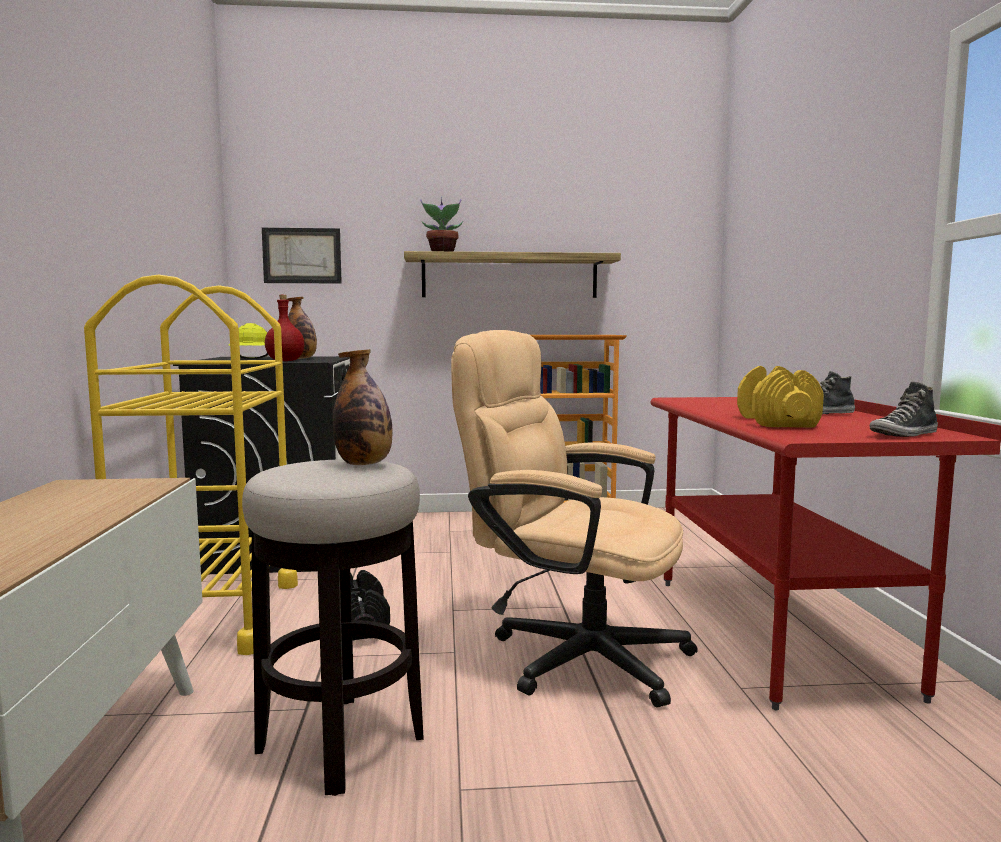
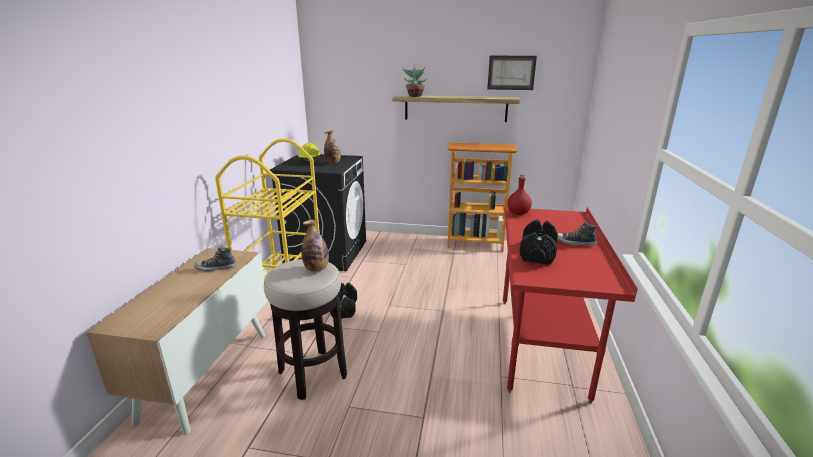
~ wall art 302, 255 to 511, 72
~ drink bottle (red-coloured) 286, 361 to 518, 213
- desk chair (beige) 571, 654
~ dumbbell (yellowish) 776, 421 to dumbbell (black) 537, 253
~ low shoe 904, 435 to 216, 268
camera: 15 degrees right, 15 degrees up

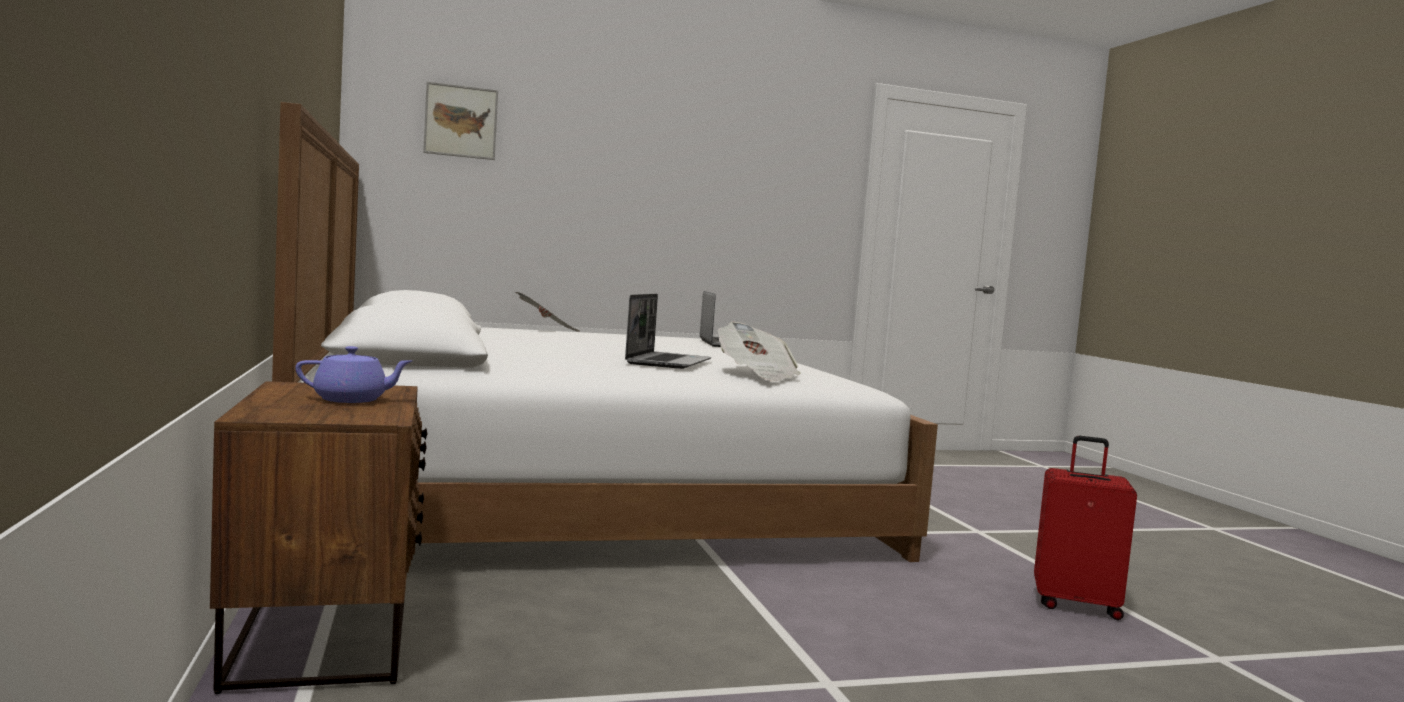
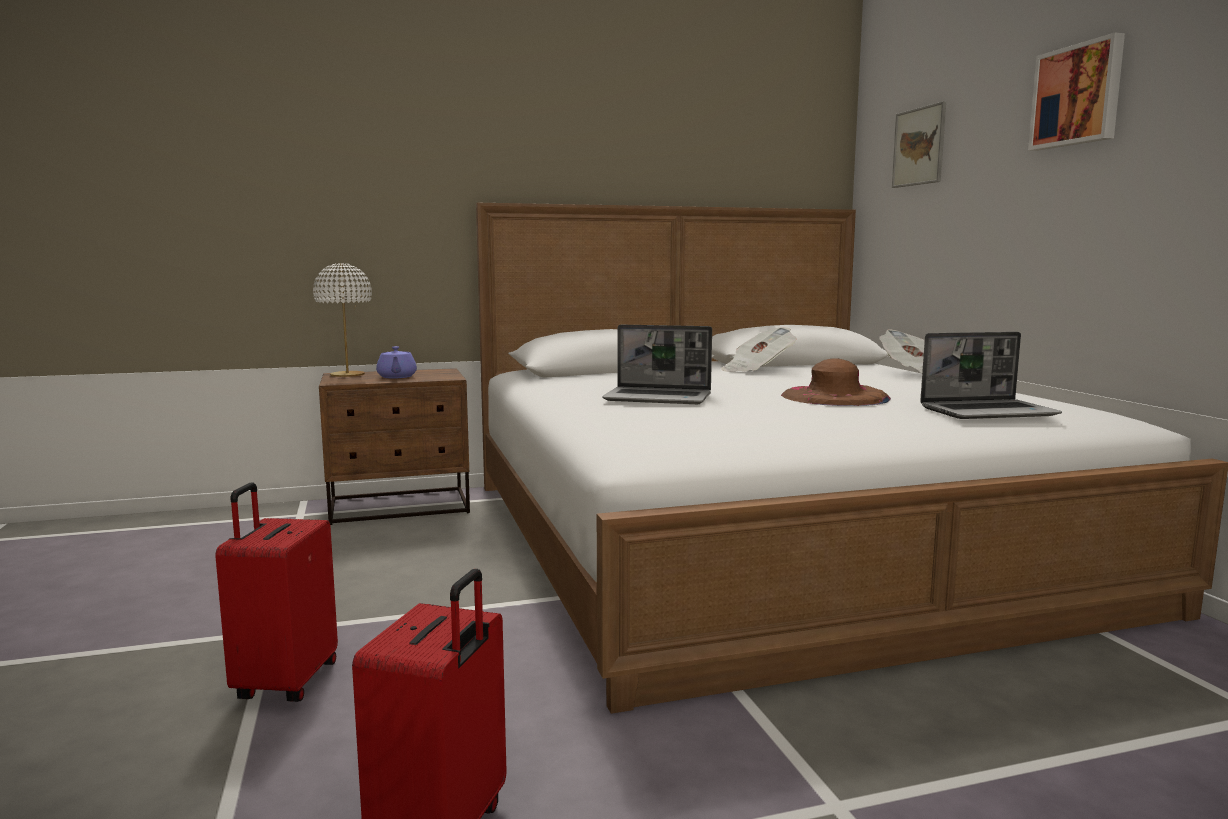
~ newspaper 757, 375 to 757, 370
+ suitcase (red-coloured) 284, 682
+ tabletop lamp (white) 347, 375
+ hat (brown) 834, 396
+ wall art 1078, 95
camera: 90 degrees right, 5 degrees up

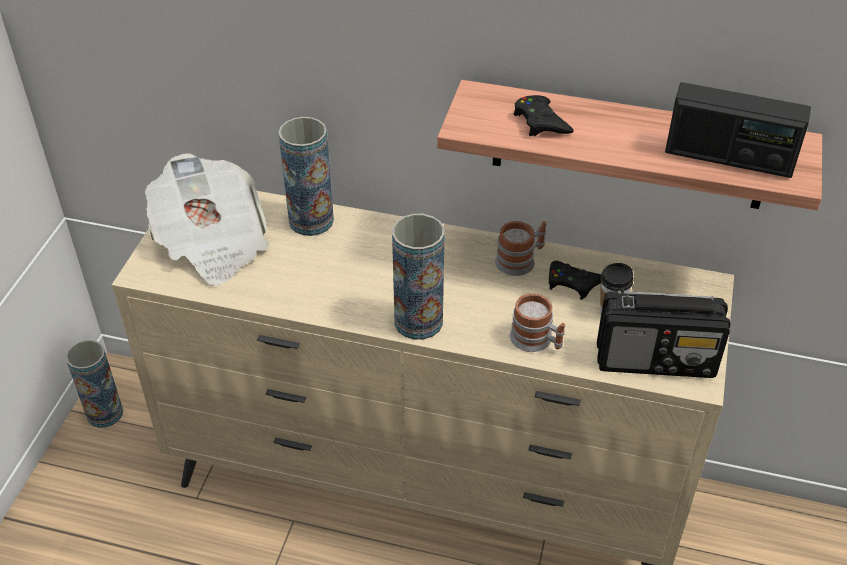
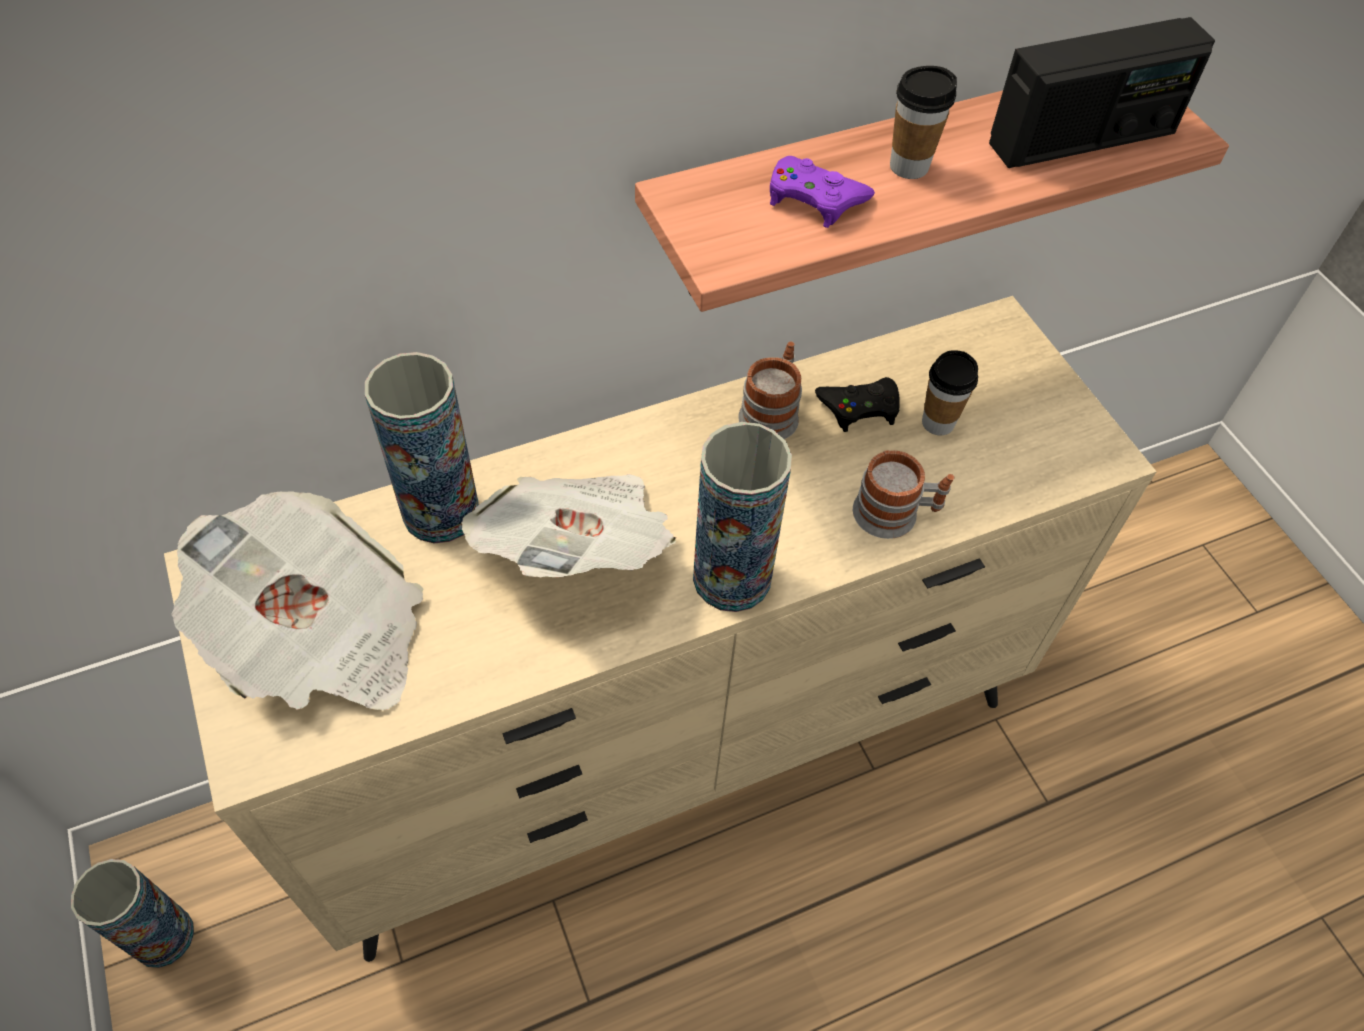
~ gamepad (black) 541, 122 to gamepad (purplish) 814, 198
- radio receiver 656, 360
+ newspaper 579, 550
+ drinking cup 909, 166
camera: 40 degrees left, 10 degrees up

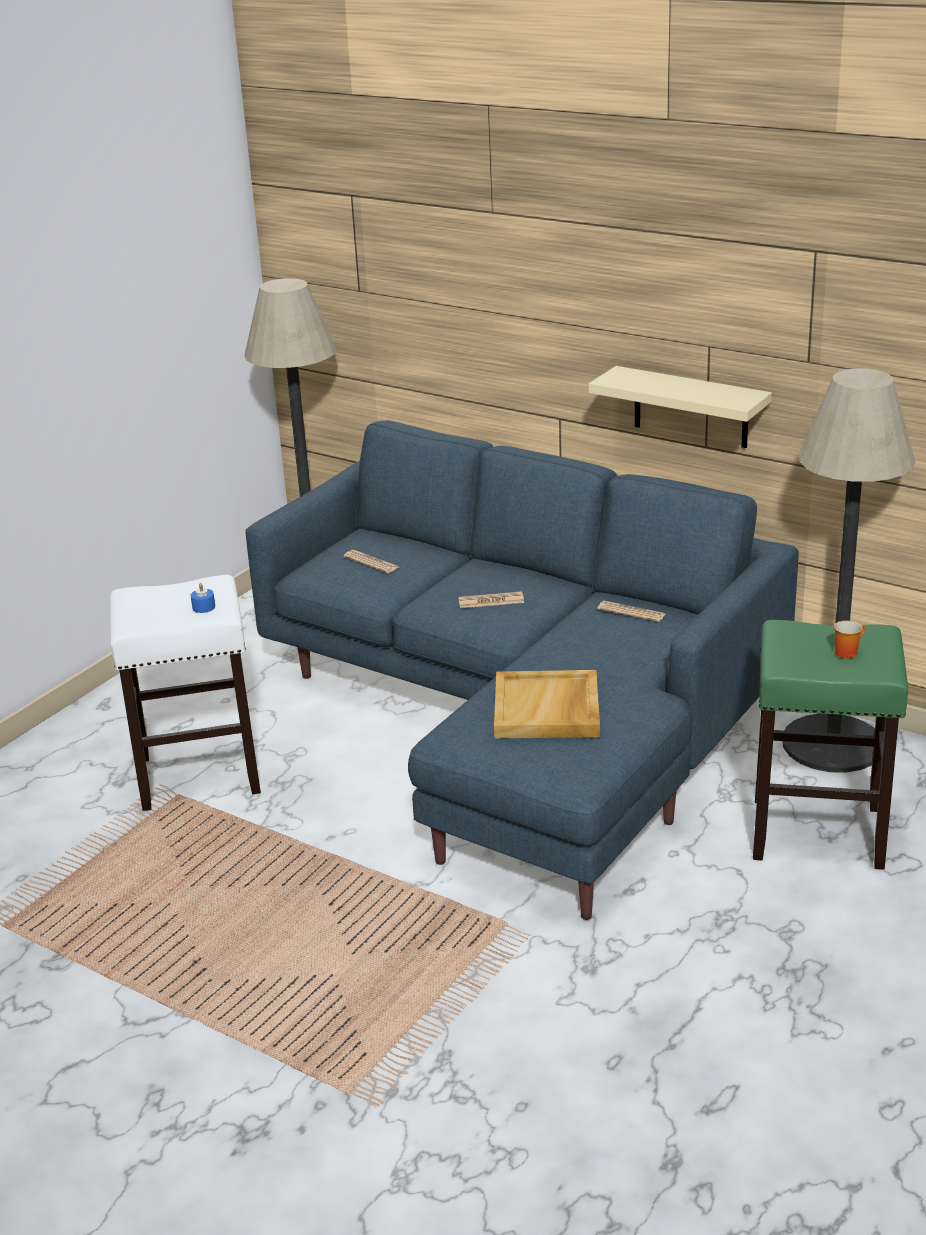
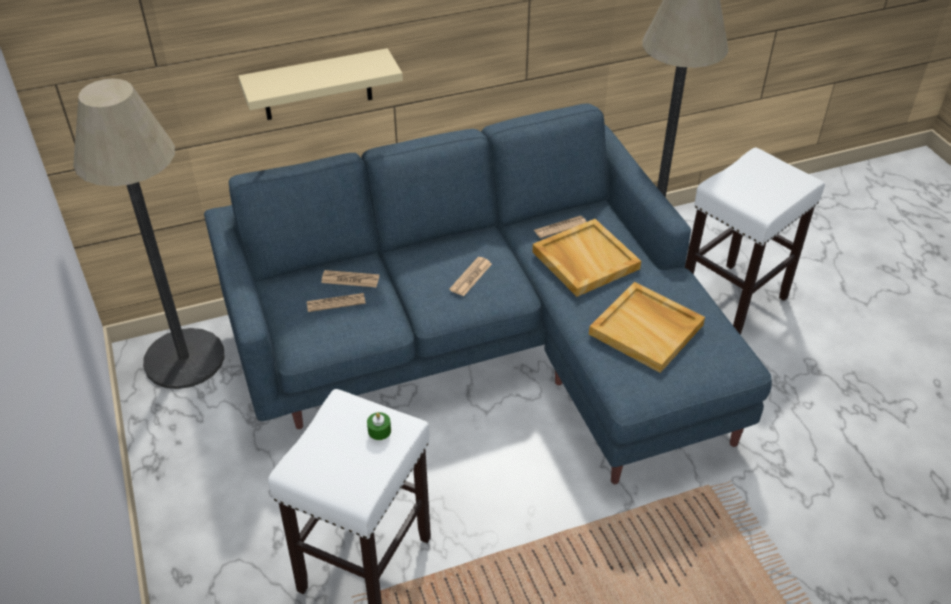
~ candle (blue) 203, 607 to candle (greenish) 379, 431
~ shelf (beige) 691, 407 to 317, 85
~ sitting stool (greenish) 819, 832 to sitting stool (white) 733, 299
- mug 846, 651
+ newspaper 350, 279
+ tray (beige) 584, 260
camera: 55 degrees left, 15 degrees up

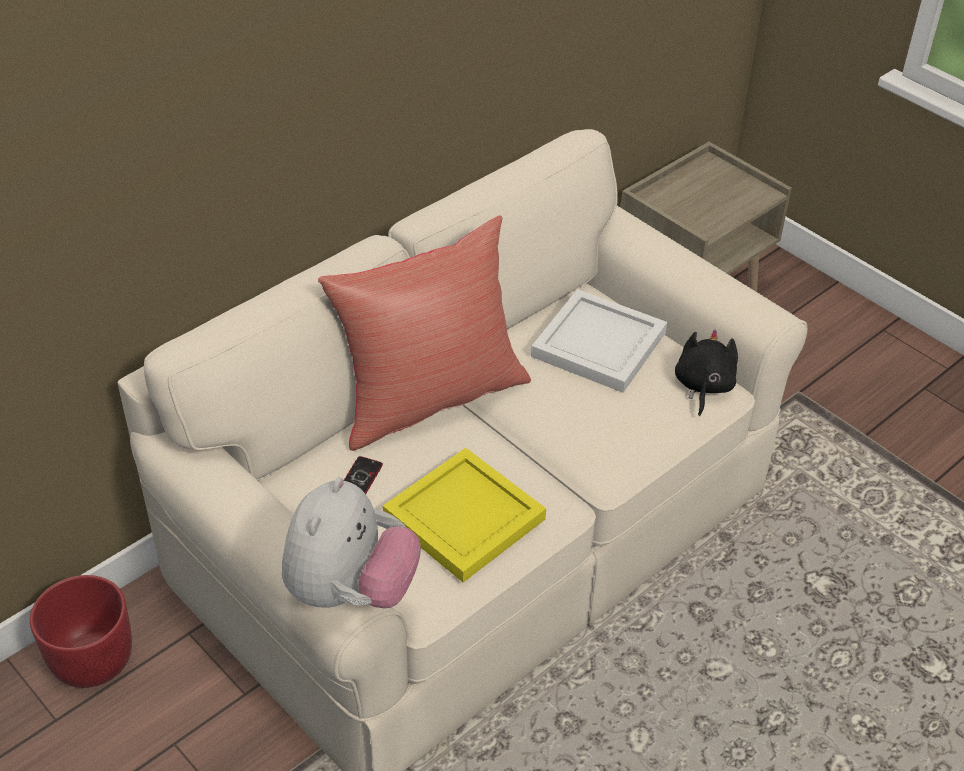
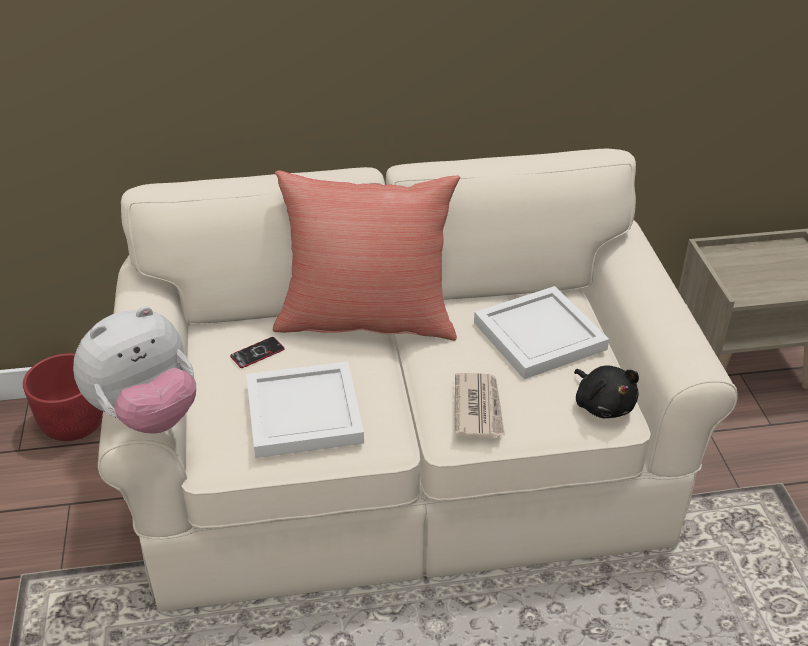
~ tray (yellowish) 464, 516 to tray (white) 305, 411
~ plush toy (black) 703, 386 = 603, 404 105 degrees clockwise
+ newspaper 478, 408
camera: 35 degrees right, 5 degrees down

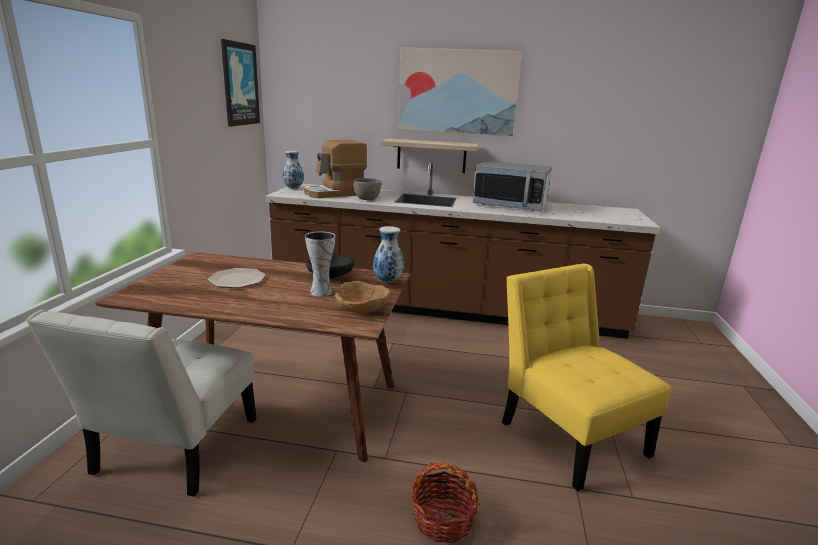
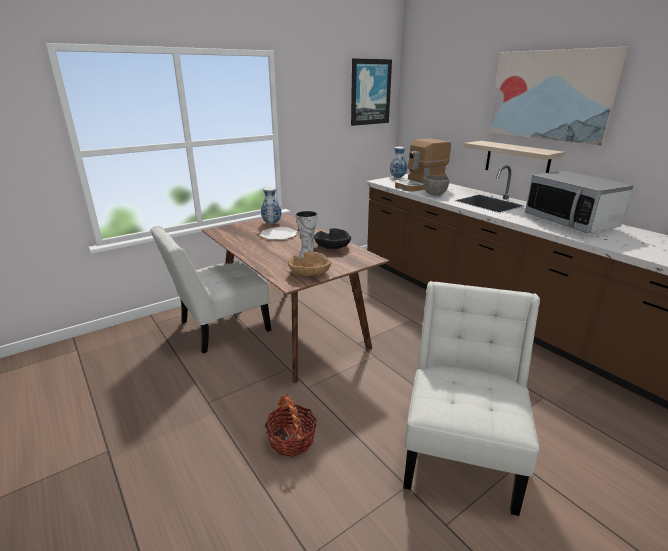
~ coffee brewer 335, 193 = 420, 186 45 degrees counterclockwise
~ flower vase 387, 281 to 271, 223
~ chair (yellowish) 568, 433 to chair (white) 461, 450
camera: 45 degrees right, 5 degrees up

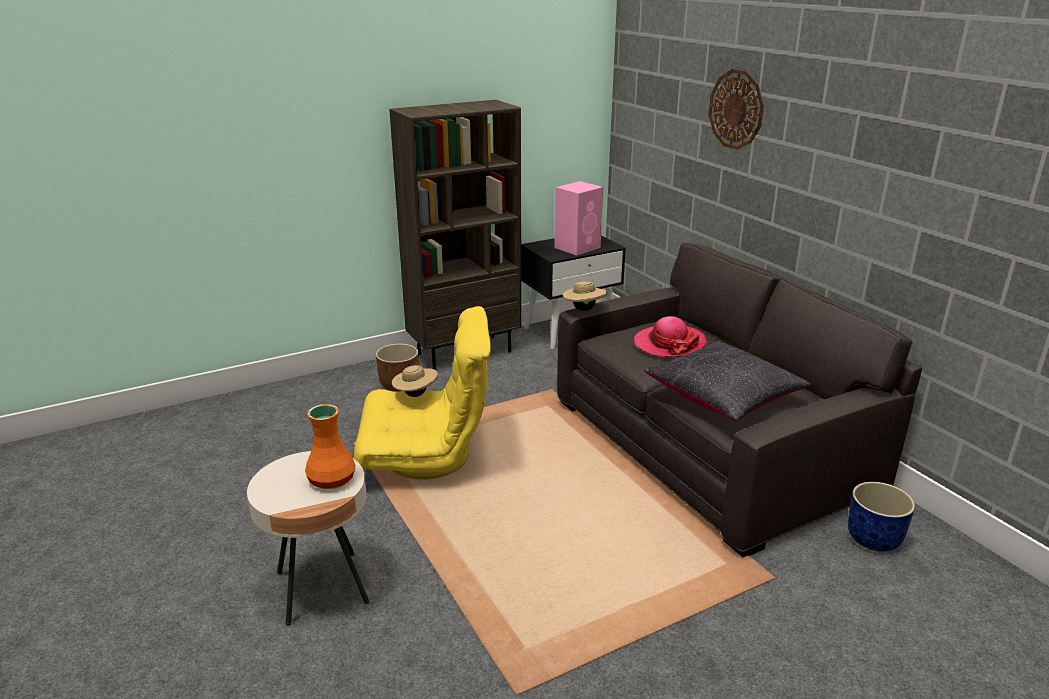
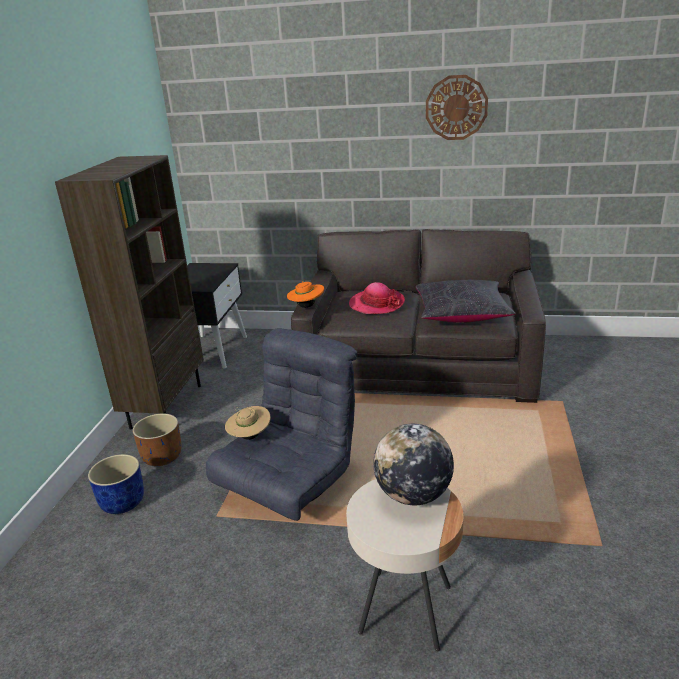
~ flower vase (orange-coloured) 331, 479 to world globe 413, 495
~ easy chair (yellowish) 427, 458 to easy chair (grey) 291, 483
- audio speaker (pink-coloured) 578, 247
~ hat (beige) 584, 309 to hat (orange-coloured) 306, 306
~ wall clock 736, 109 to 456, 107
~ planter (blue) 873, 538 to 122, 502
camera: 50 degrees left, 0 degrees up

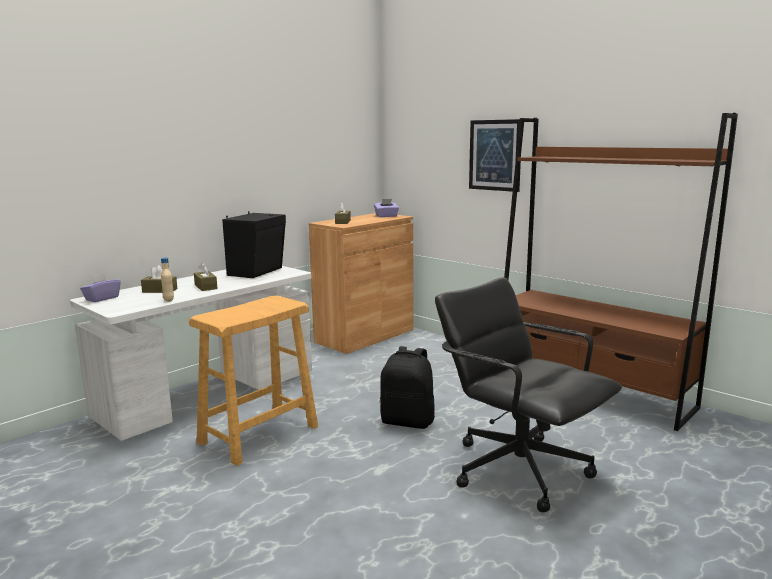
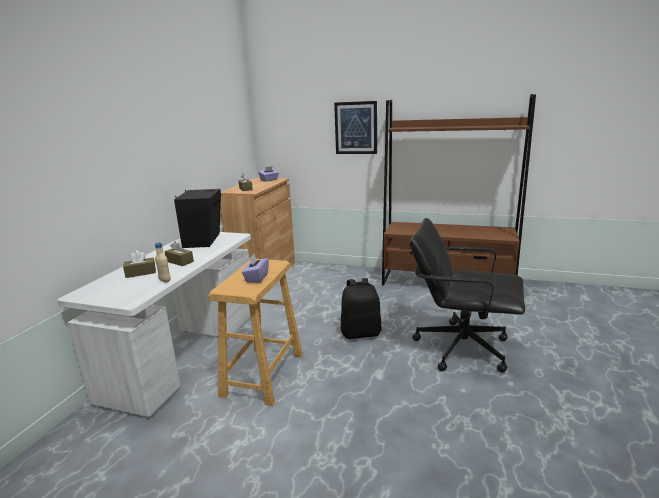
~ tissue holder (purplish) 102, 298 to 256, 278
camera: 25 degrees left, 5 degrees up

